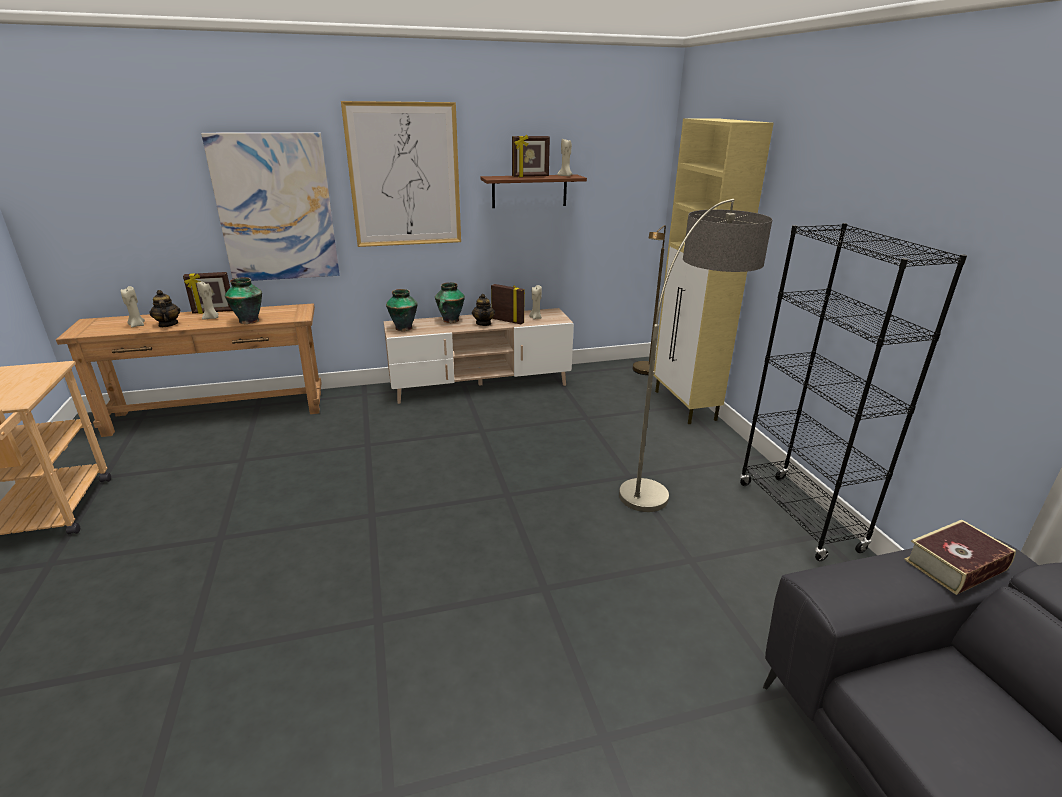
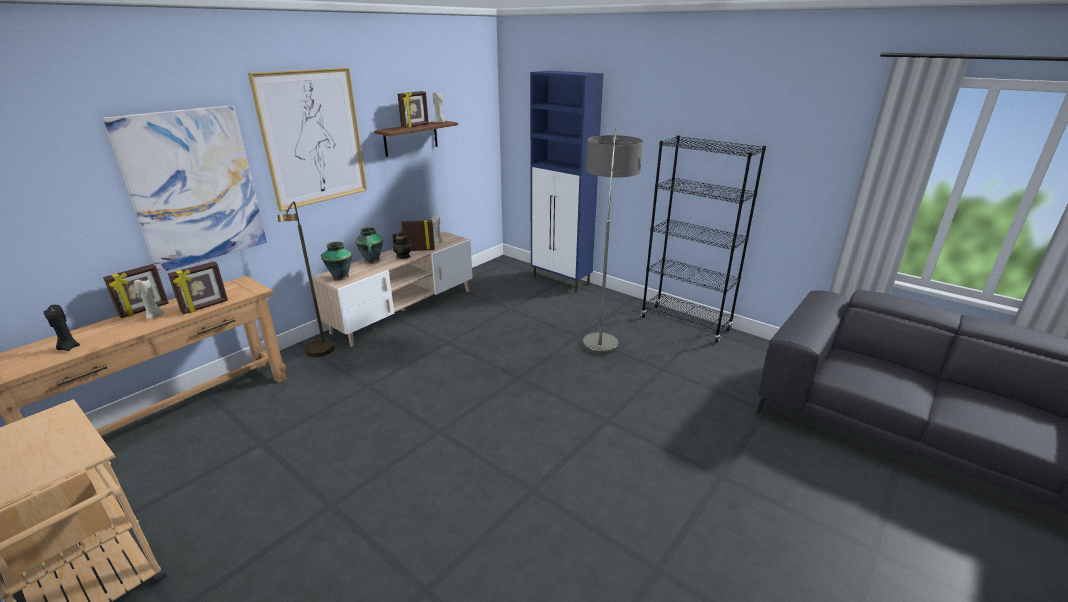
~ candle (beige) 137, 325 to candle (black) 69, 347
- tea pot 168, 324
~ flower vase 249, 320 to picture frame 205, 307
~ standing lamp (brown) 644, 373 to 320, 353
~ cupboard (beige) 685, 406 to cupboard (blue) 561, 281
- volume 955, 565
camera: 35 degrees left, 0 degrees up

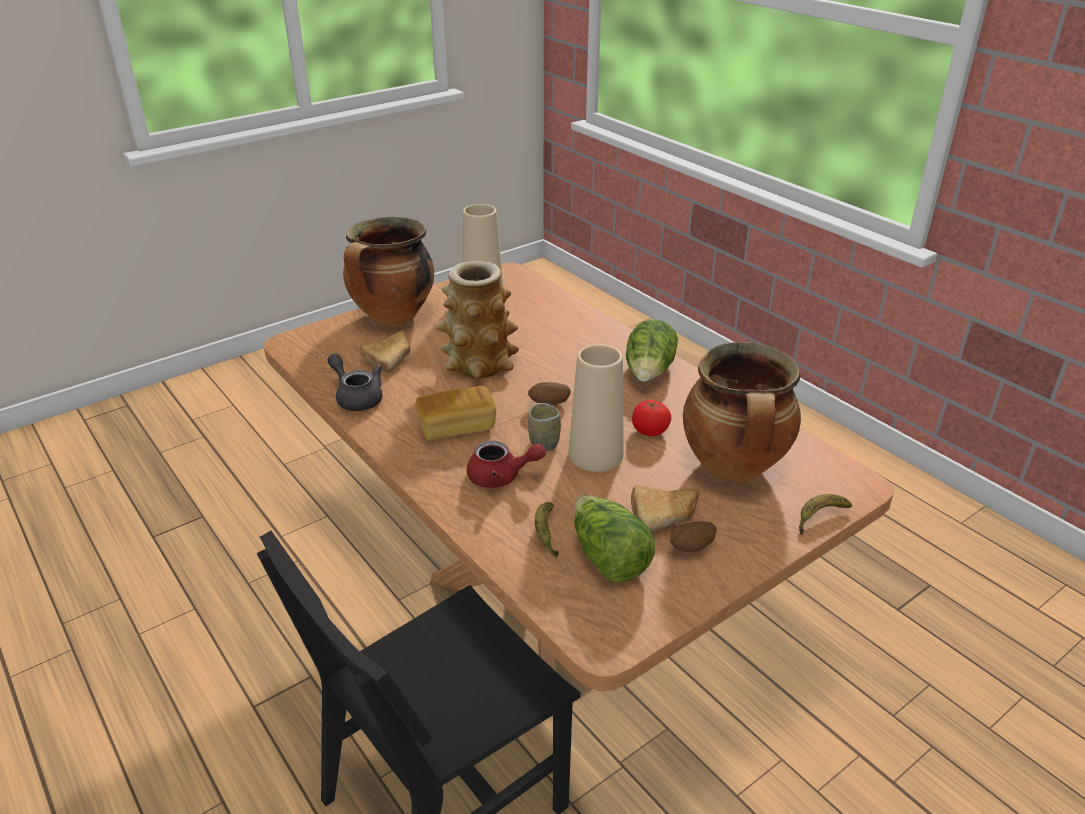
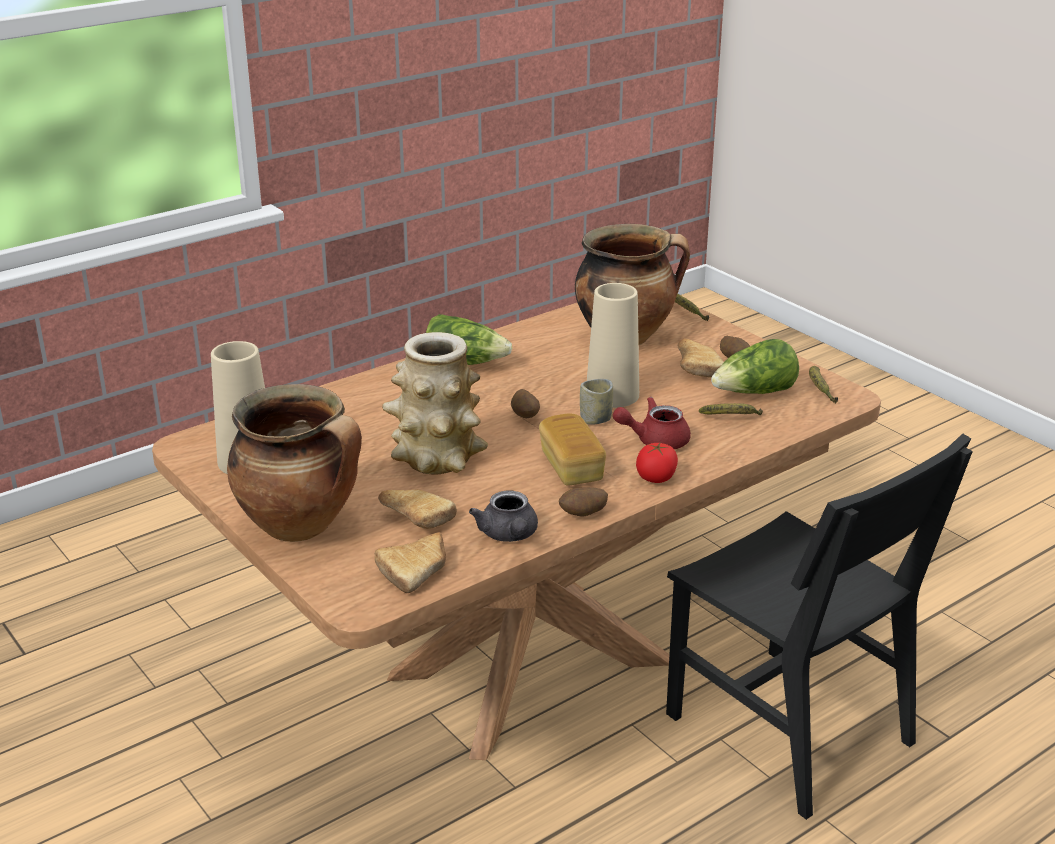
~ tea pot (grey) 357, 397 = 509, 535 60 degrees counterclockwise
~ tea pot (red-coloured) 501, 477 = 654, 440 105 degrees counterclockwise
~ fresh tomato 650, 431 to 656, 478
+ bakery bread 418, 570
+ whole potato 583, 515
+ banana fruit 819, 389
camera: 90 degrees left, 5 degrees down

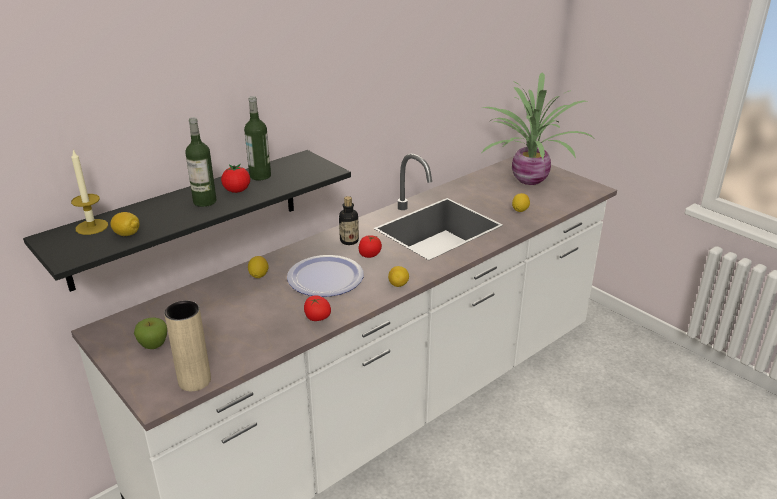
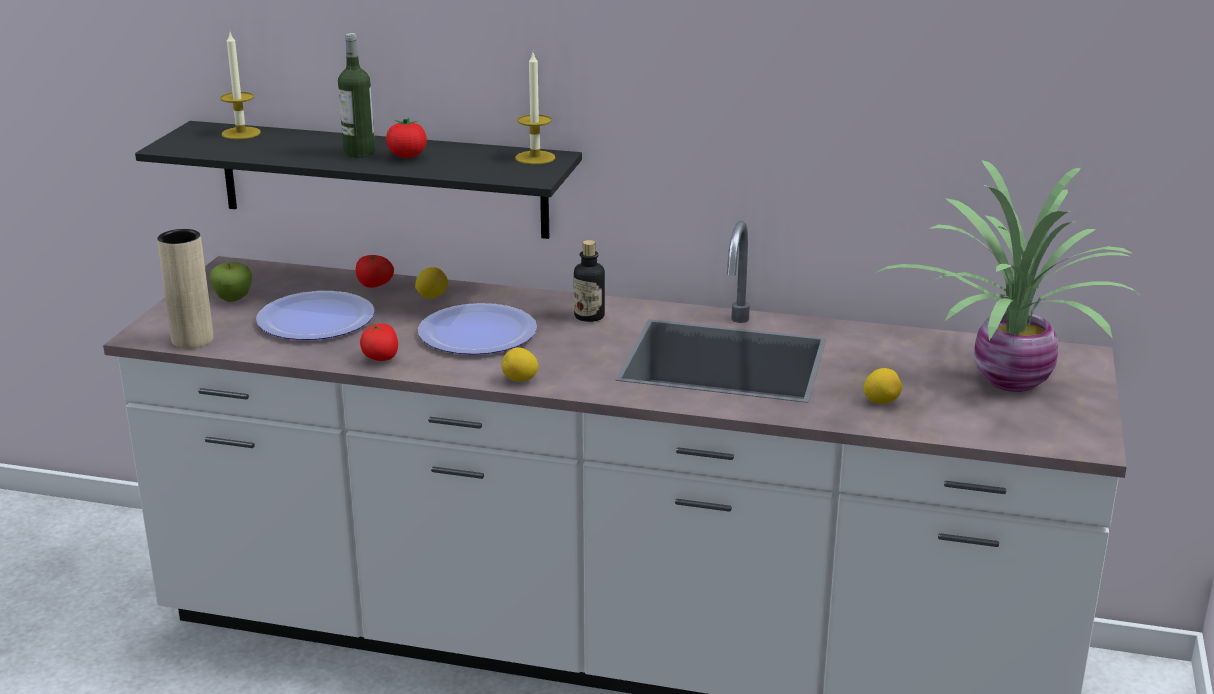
- lemon 127, 234
- drink bottle 260, 176
~ fresh tomato 370, 254 to 374, 285
+ flat dish 316, 319
+ candle 535, 158
camera: 55 degrees right, 5 degrees down

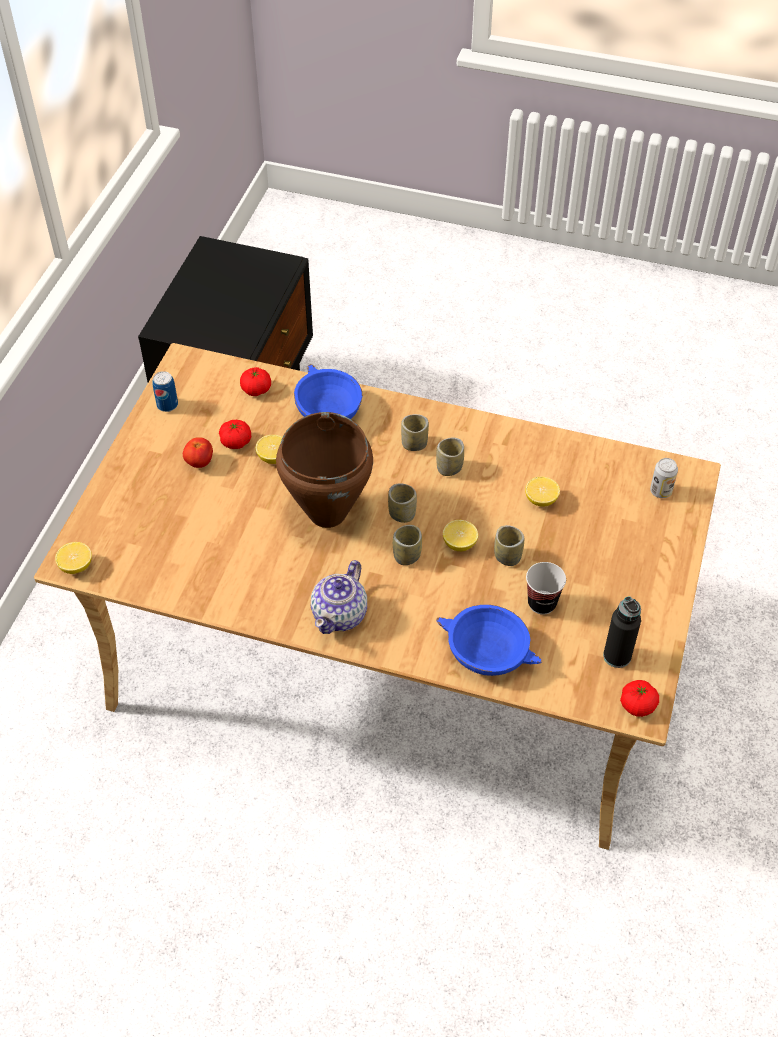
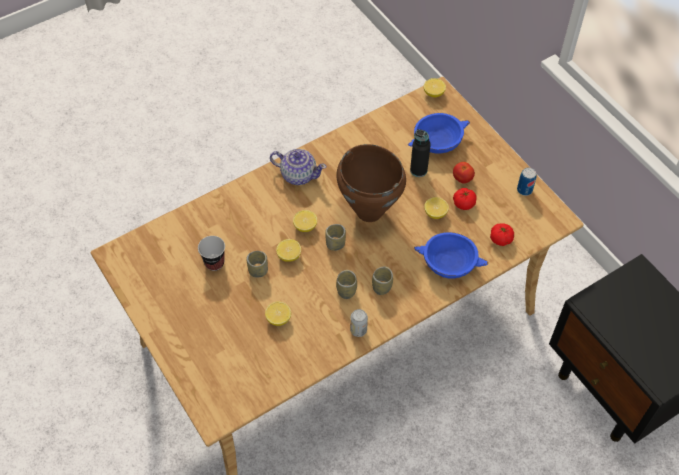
~ tea pot 340, 614 = 298, 174 135 degrees clockwise
~ drinking cup 407, 556 to lemon 305, 226
~ bowl (blue) 488, 652 to 437, 142
~ drink bottle (black) 617, 656 to 418, 170
- fresh tomato 637, 705
~ sealed can 660, 491 to 358, 330
camera: 130 degrees right, 5 degrees up

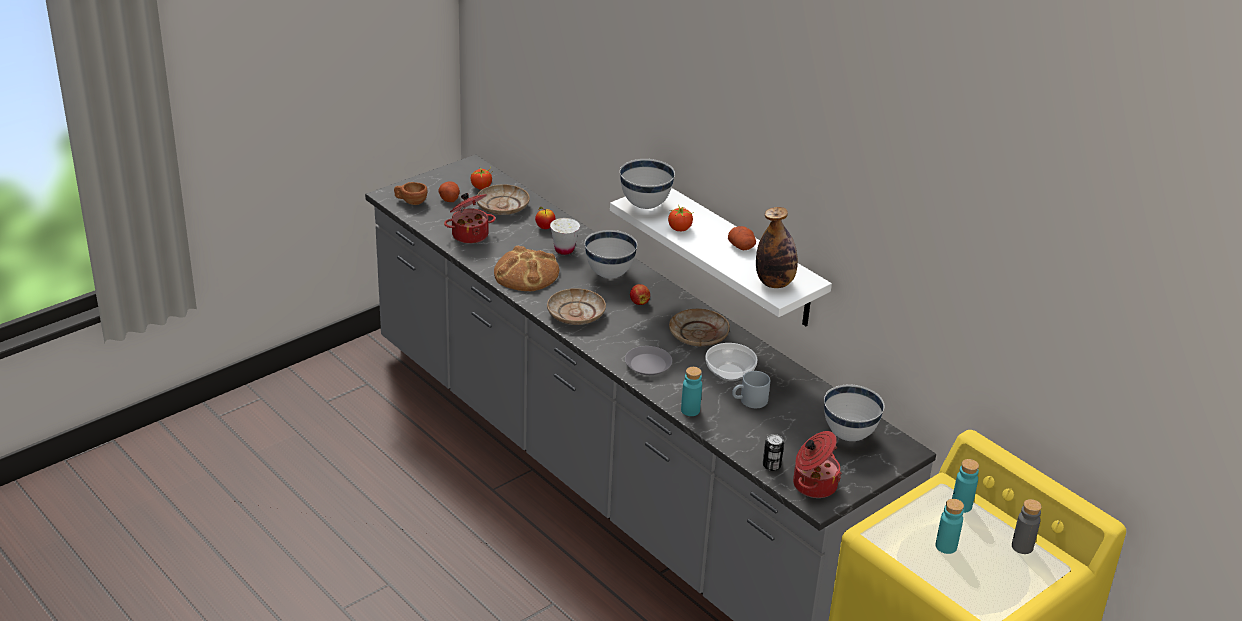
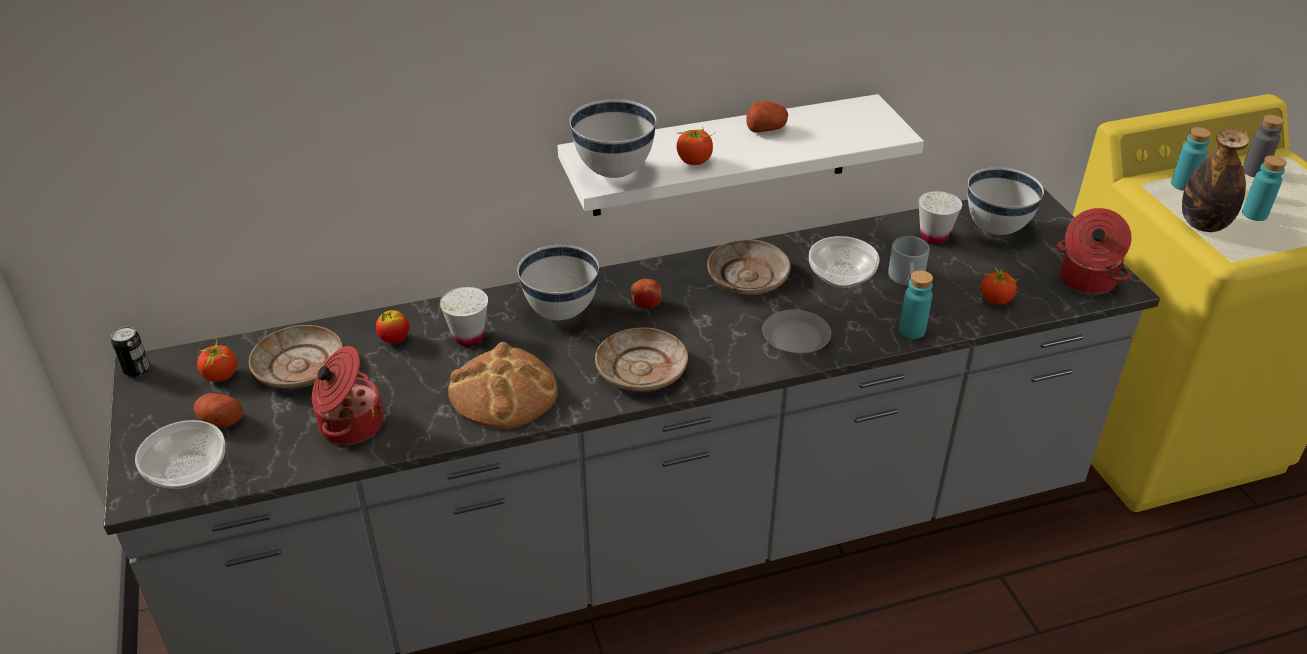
~ drinking cup (brown) 410, 202 to bowl 189, 471
~ drink bottle 774, 283 to 1203, 225
~ sealed can 771, 465 to 136, 369
+ drinking cup (white) 934, 237
+ fresh tomato 996, 300
camera: 65 degrees left, 5 degrees up

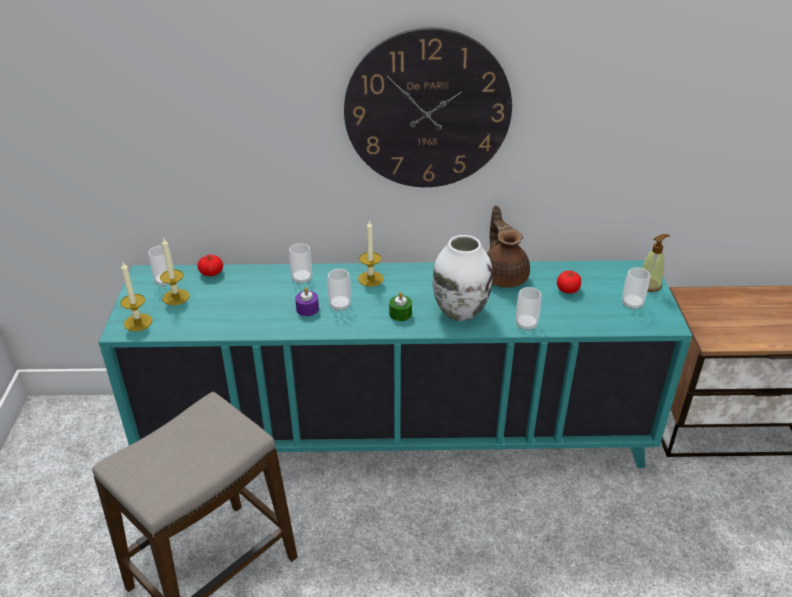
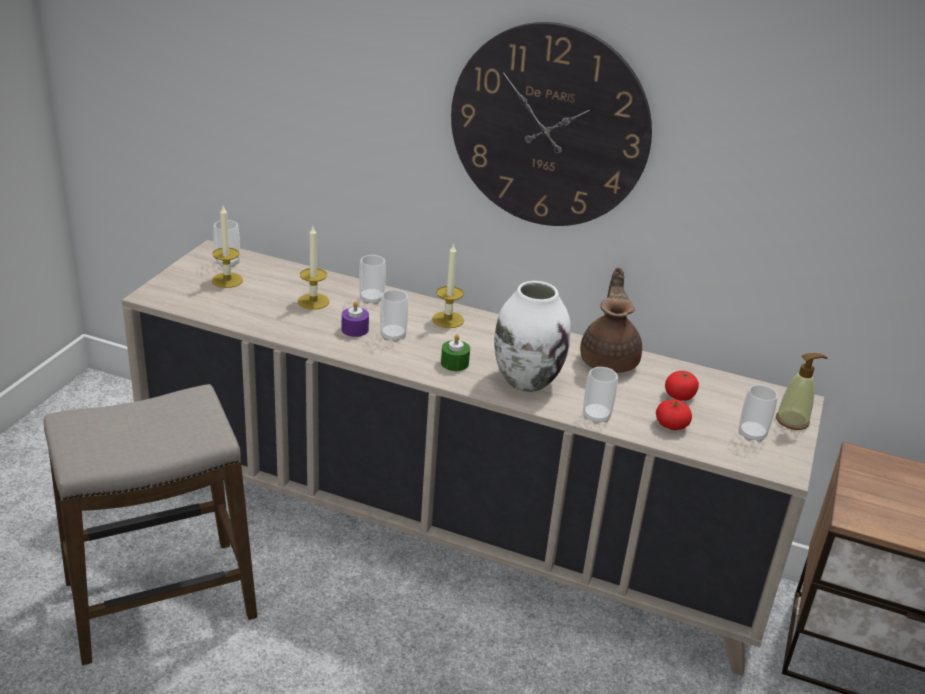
~ cupboard (blue-green) 395, 434 to cupboard (beige) 448, 531
~ candle 138, 322 to 313, 301
~ fresh tomato 211, 273 to 671, 425
camera: 20 degrees right, 5 degrees down

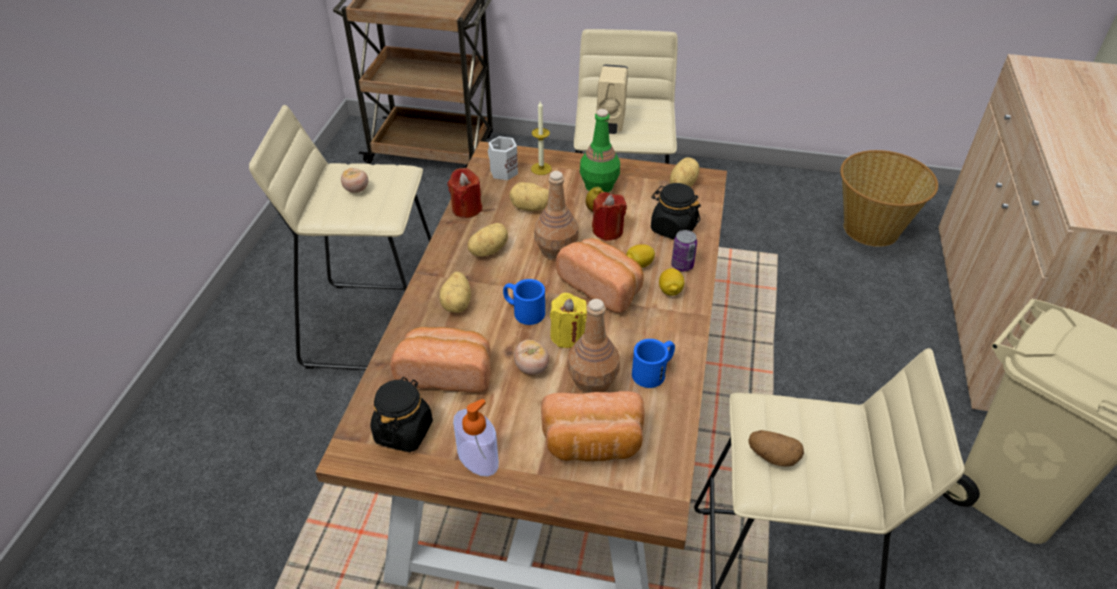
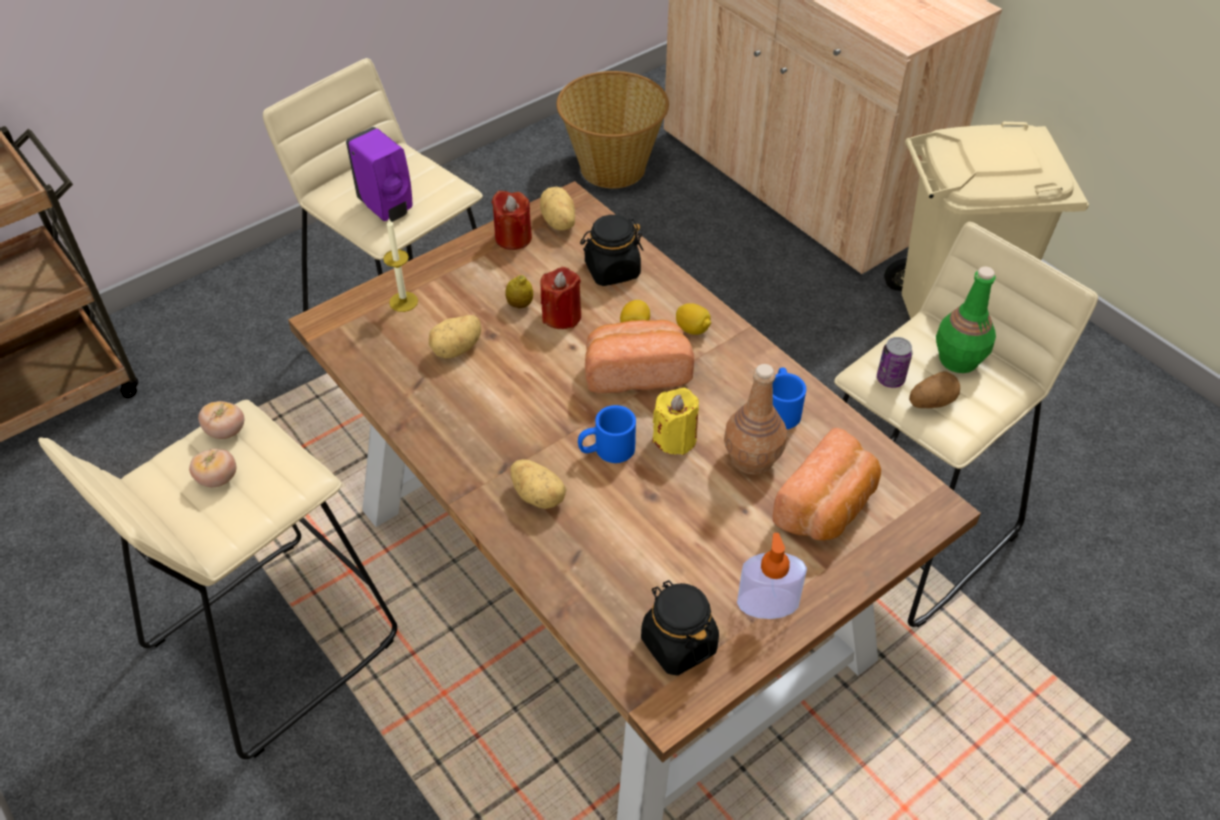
- bakery bread 447, 372
~ candle (red-coloured) 466, 209 to 513, 238
- whole potato 488, 250
- mug (white) 502, 172
~ fresh tomato 531, 368 to 226, 431
- drink bottle (brown) 557, 251
~ drink bottle (greenish) 598, 186 to 958, 360
~ soap bottle (beige) 610, 125 to soap bottle (purplish) 387, 208
~ sealed can 682, 265 to 890, 379
camera: 50 degrees left, 5 degrees up

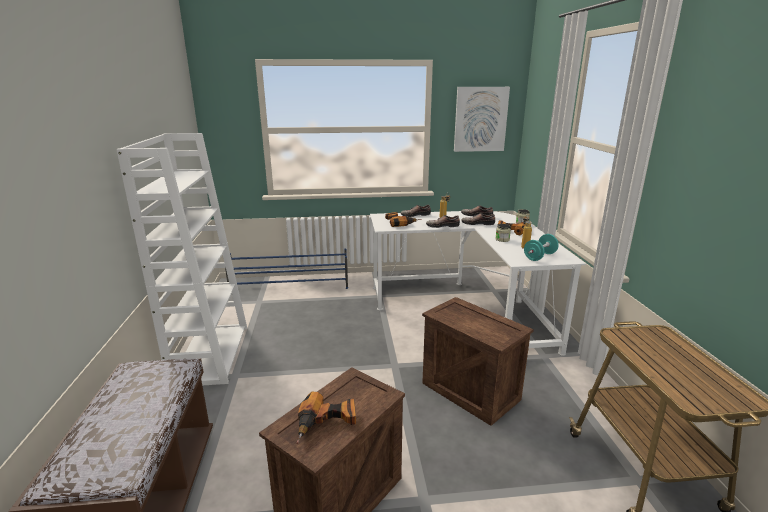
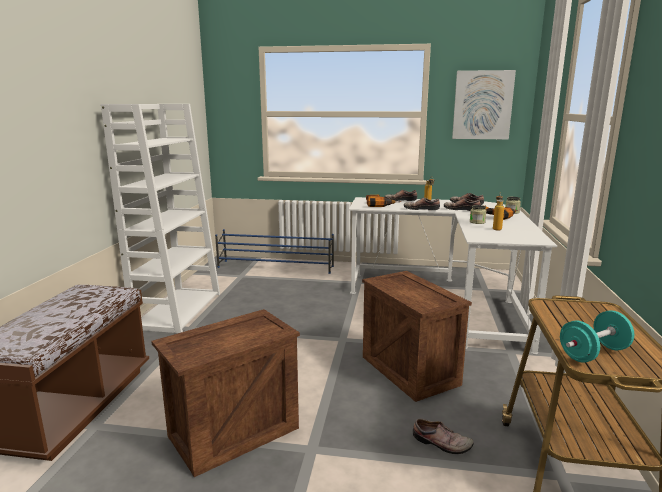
- drill 327, 423
~ dumbbell (blue-green) 539, 256 to 593, 353
+ low shoe 441, 444
camera: 15 degrees right, 5 degrees down

